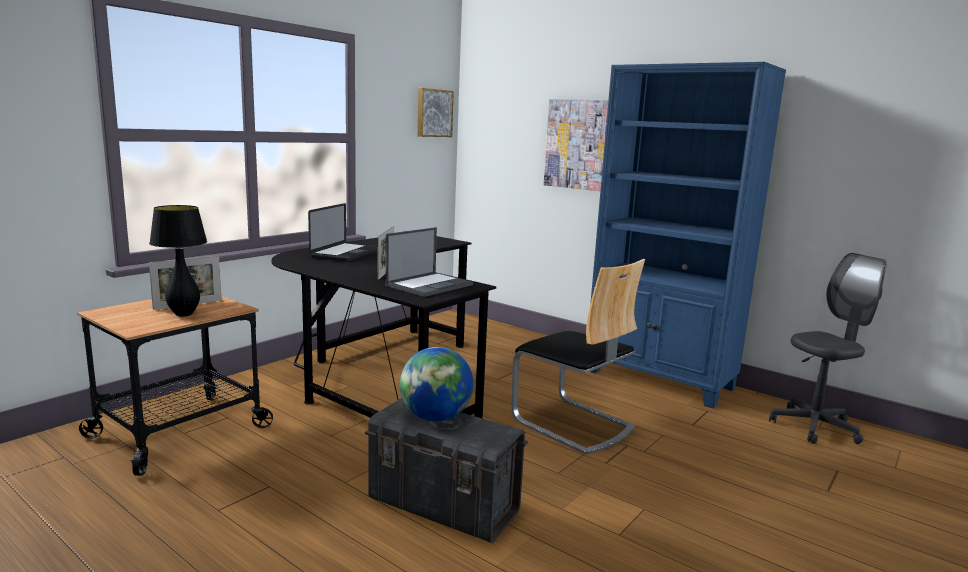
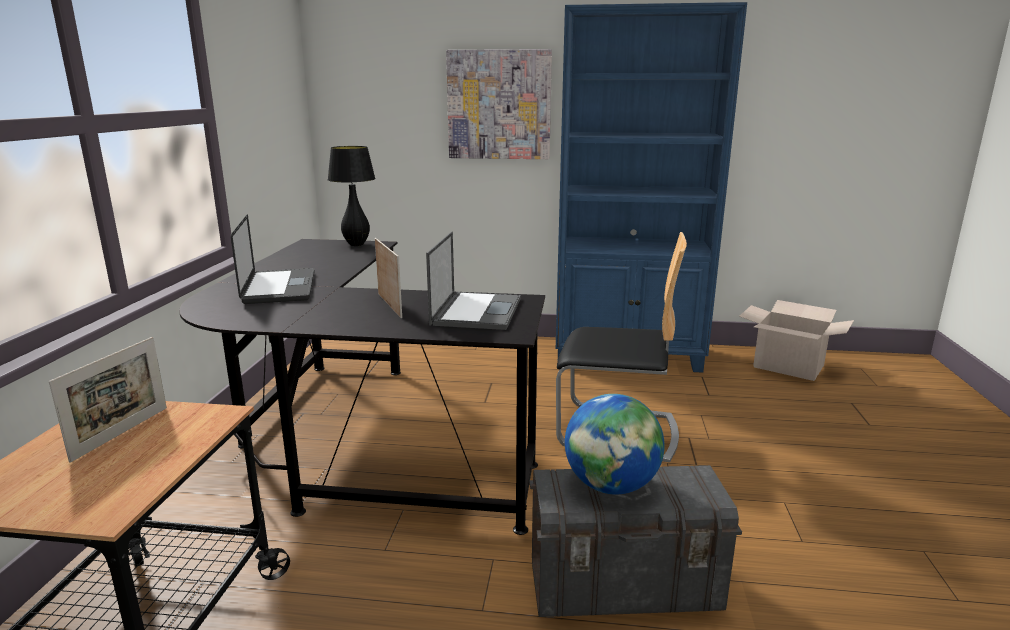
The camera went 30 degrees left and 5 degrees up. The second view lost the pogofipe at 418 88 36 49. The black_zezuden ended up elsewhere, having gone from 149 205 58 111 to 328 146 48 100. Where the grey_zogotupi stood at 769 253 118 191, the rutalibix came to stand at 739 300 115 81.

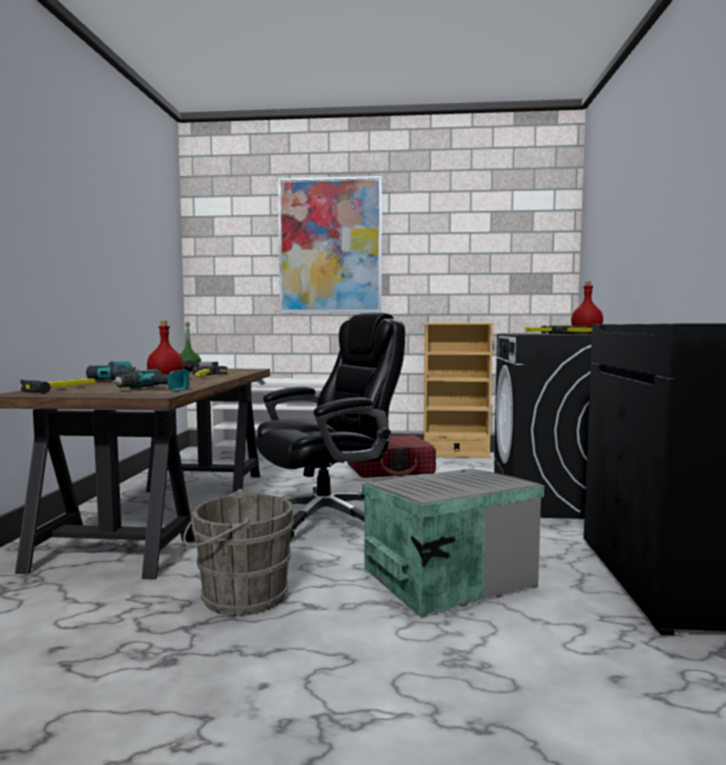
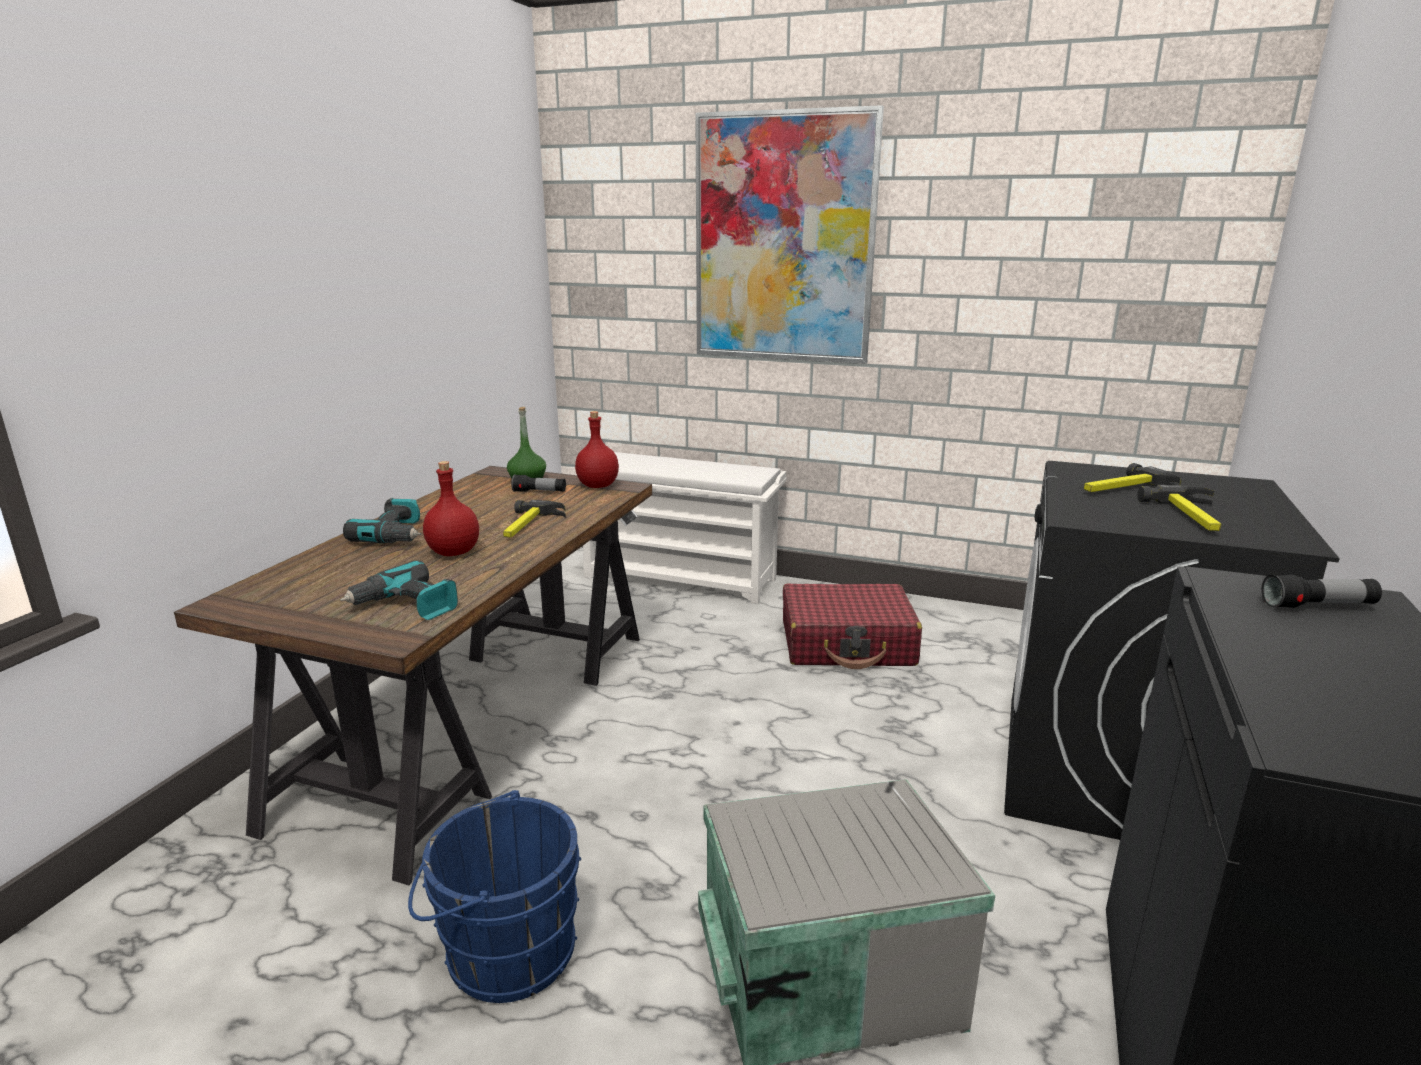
The camera went 15 degrees right and 15 degrees up. The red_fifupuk ended up elsewhere, having gone from 571 282 32 52 to 575 411 44 77. The second view lost the black_zogotupi at 256 312 149 230. The second view lost the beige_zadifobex at 424 322 70 136. The second view lost the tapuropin at 21 378 74 15. What was the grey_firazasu at 183 489 111 127 turned into the blue_firazasu at 408 790 173 213. The second view gained the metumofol at 1261 575 121 33.

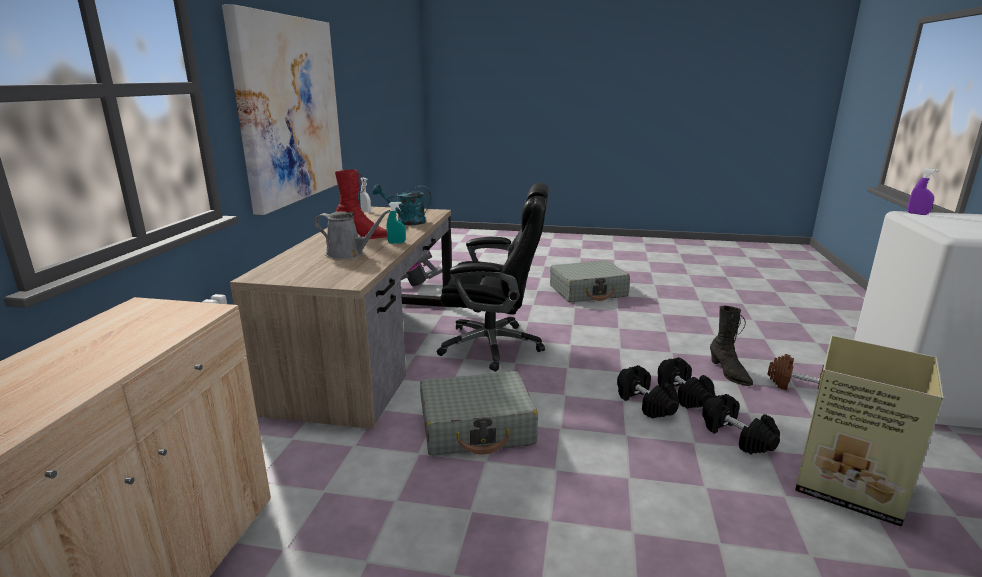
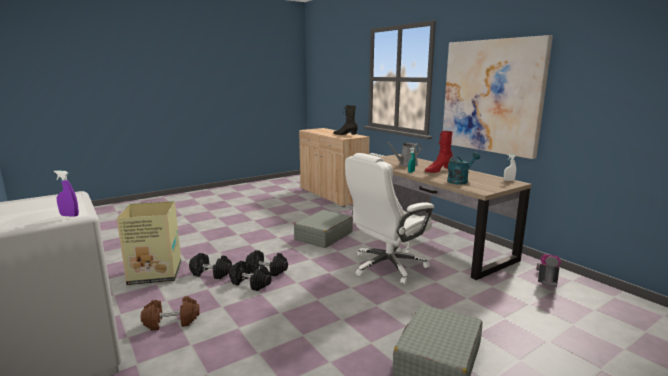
The camera went 135 degrees right and 5 degrees down. What was the black_zogotupi at 437 183 112 189 turned into the white_zogotupi at 345 153 89 131. The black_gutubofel ended up elsewhere, having gone from 710 306 43 80 to 333 105 25 30.

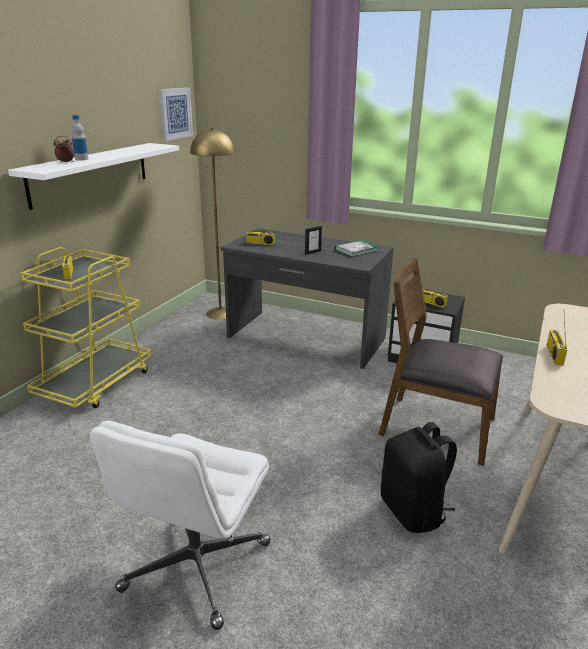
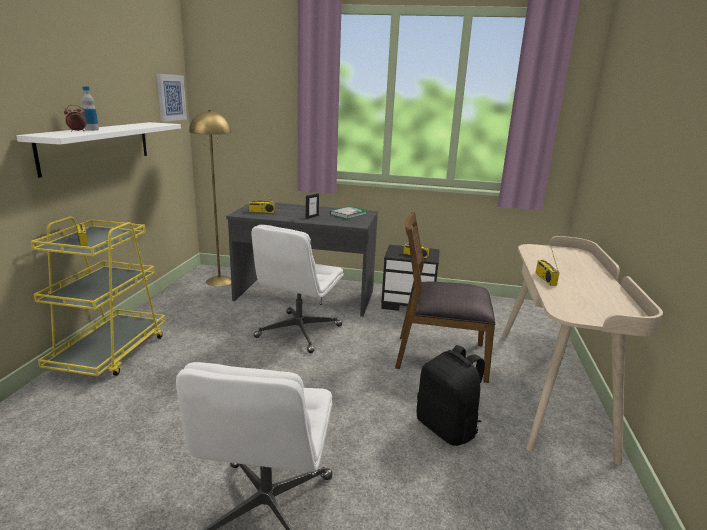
The camera went 15 degrees left and 5 degrees down. The second view gained the white_zogotupi at 251 225 93 128.

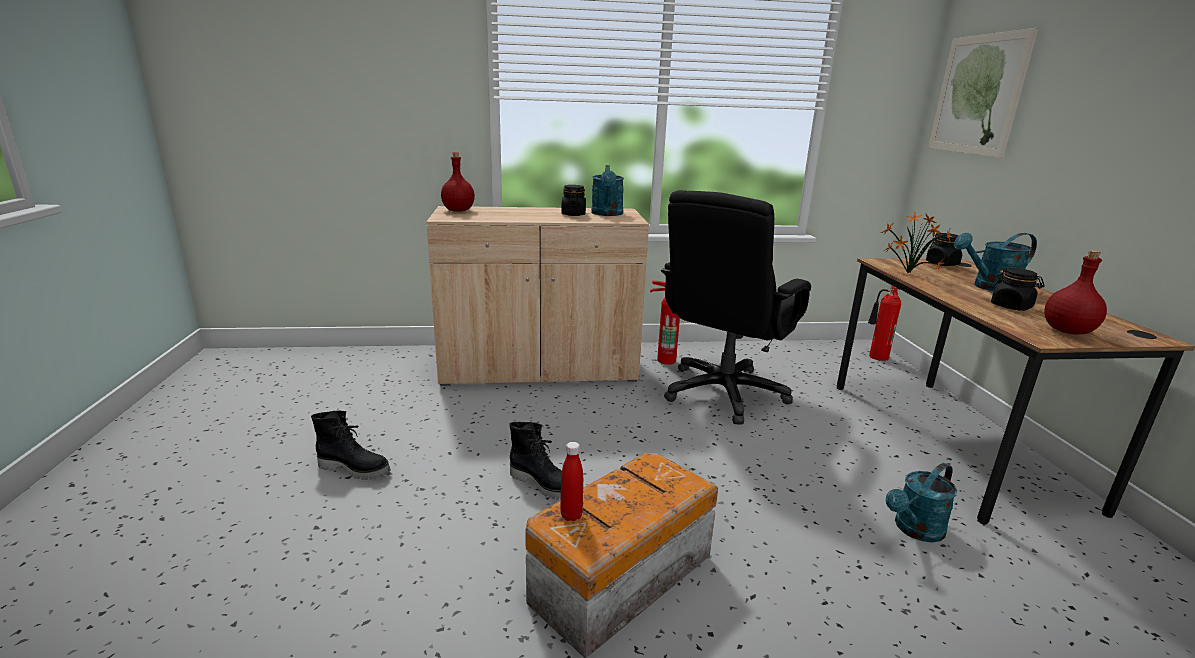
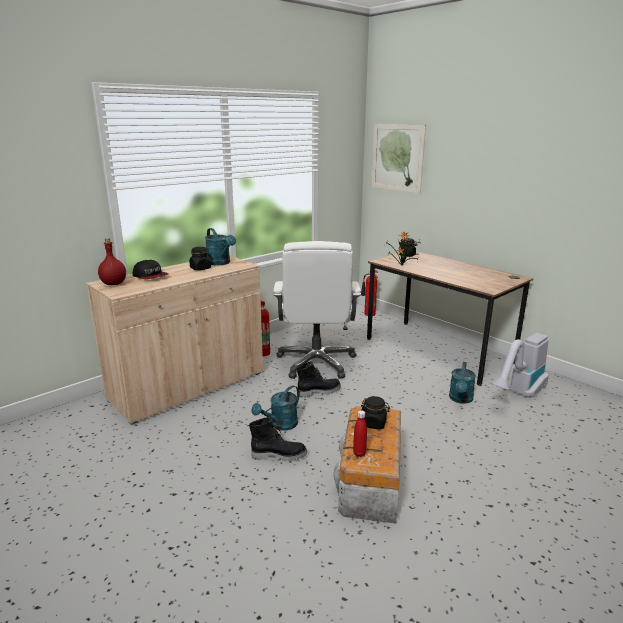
The camera went 35 degrees left and 0 degrees up. What was the black_zogotupi at 661 190 150 234 turned into the white_zogotupi at 273 241 88 138. The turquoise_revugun ended up elsewhere, having gone from 954 233 83 58 to 252 385 48 46. The second view lost the red_fifupuk at 1045 250 62 85. The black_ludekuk ended up elsewhere, having gone from 991 268 54 43 to 361 396 29 34. The black_gutubofel ended up elsewhere, having gone from 311 410 79 70 to 297 361 44 37. The second view gained the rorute at 133 260 36 19. The second view gained the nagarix at 491 333 58 65.

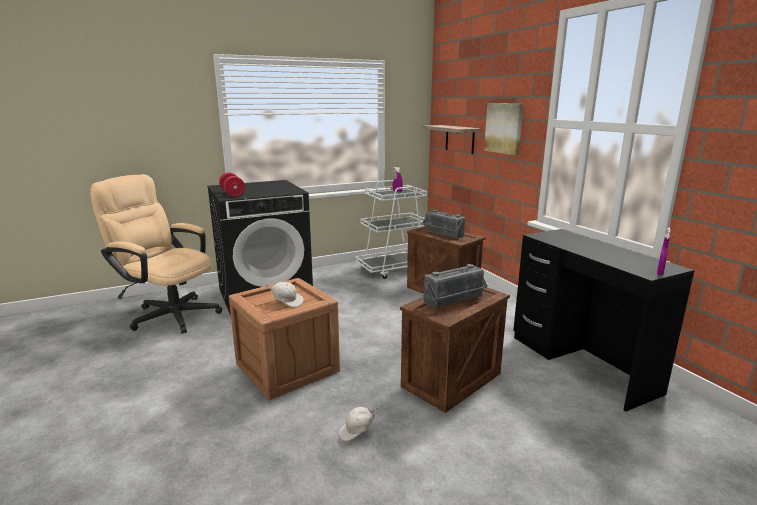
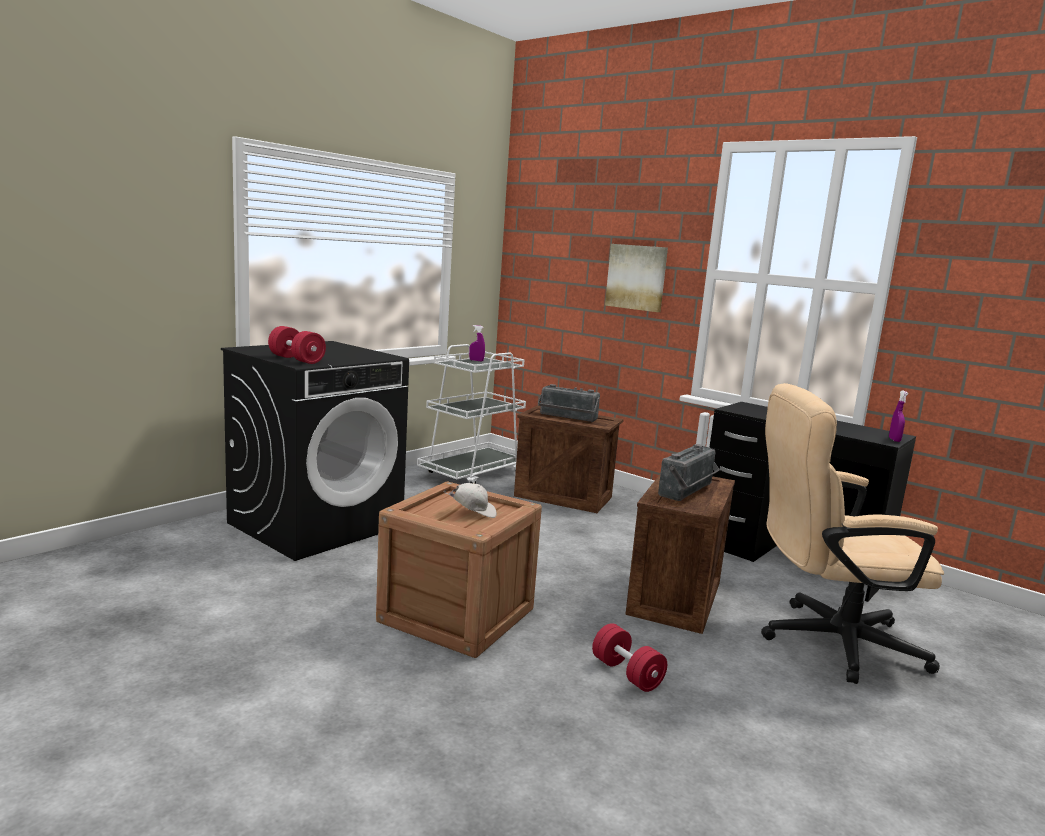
The camera went 25 degrees left and 5 degrees down. The second view lost the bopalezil at 422 125 59 29. The beige_zogotupi ended up elsewhere, having gone from 90 174 132 160 to 761 383 183 301. Where the white_rorute stood at 339 407 39 34, the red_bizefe came to stand at 592 623 75 69.

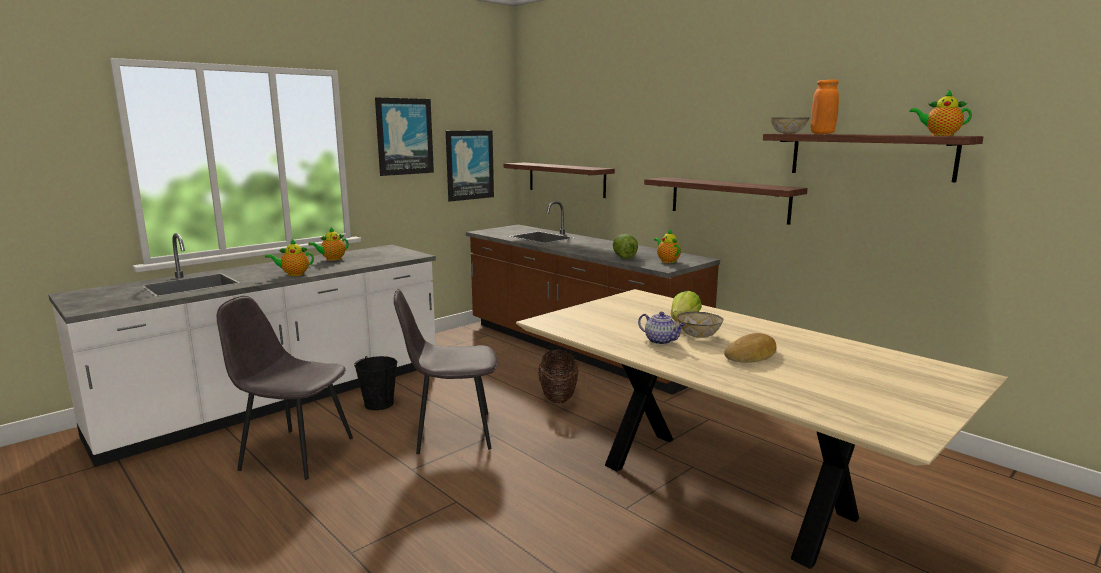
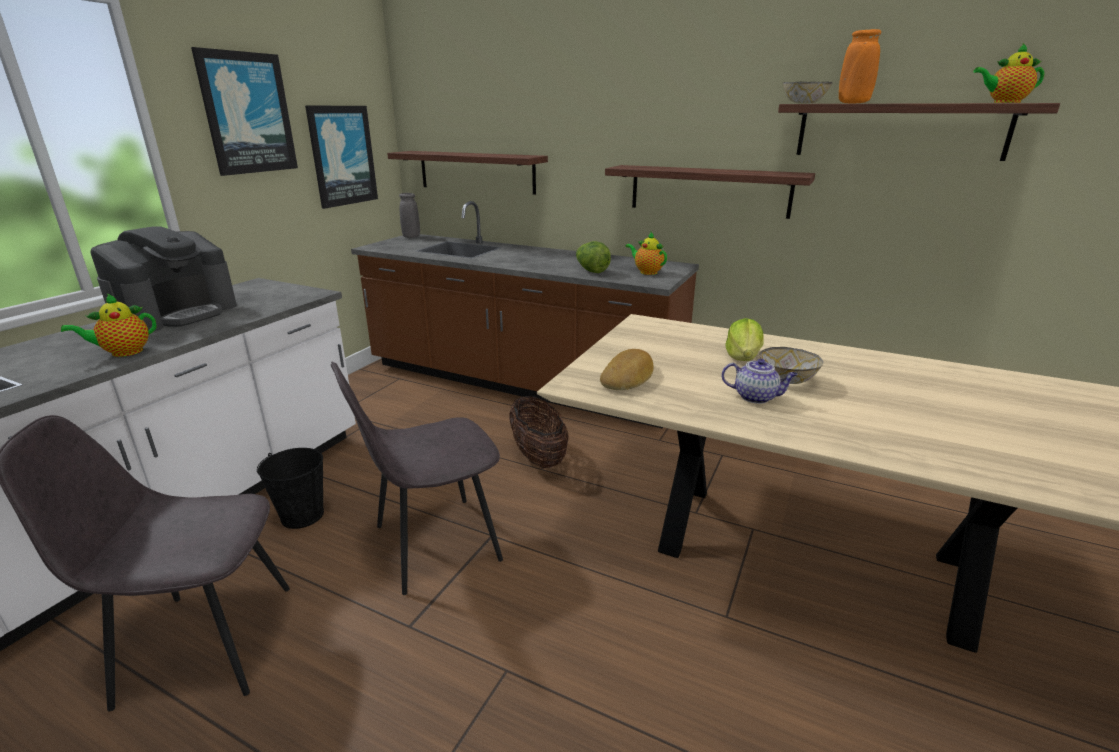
The camera went 20 degrees left and 10 degrees up. Where the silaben stood at 308 227 41 34, the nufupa came to stand at 91 226 146 106. The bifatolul ended up elsewhere, having gone from 724 333 52 30 to 600 349 54 41. The second view gained the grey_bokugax at 399 193 21 45.

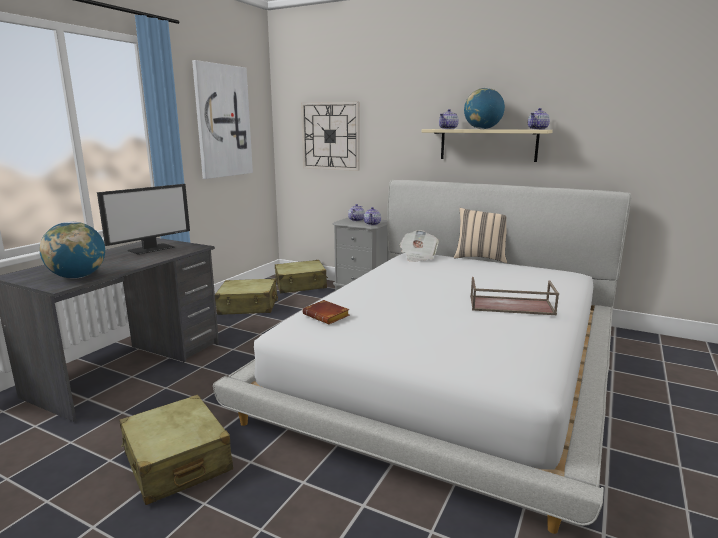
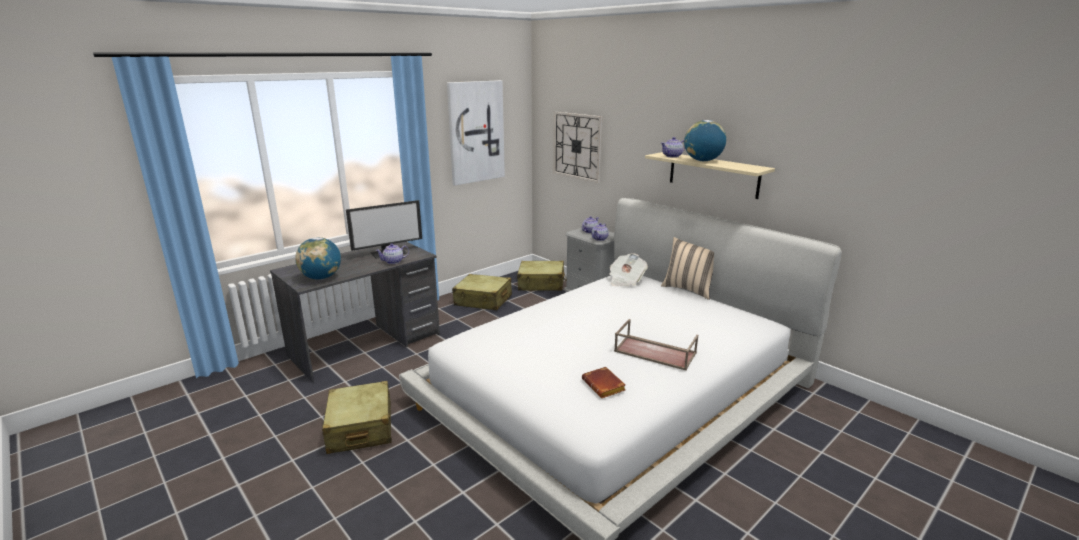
The camera went 20 degrees right and 5 degrees up. The silaben ended up elsewhere, having gone from 528 108 22 22 to 375 243 34 21. The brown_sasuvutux ended up elsewhere, having gone from 302 300 47 24 to 582 367 44 31.

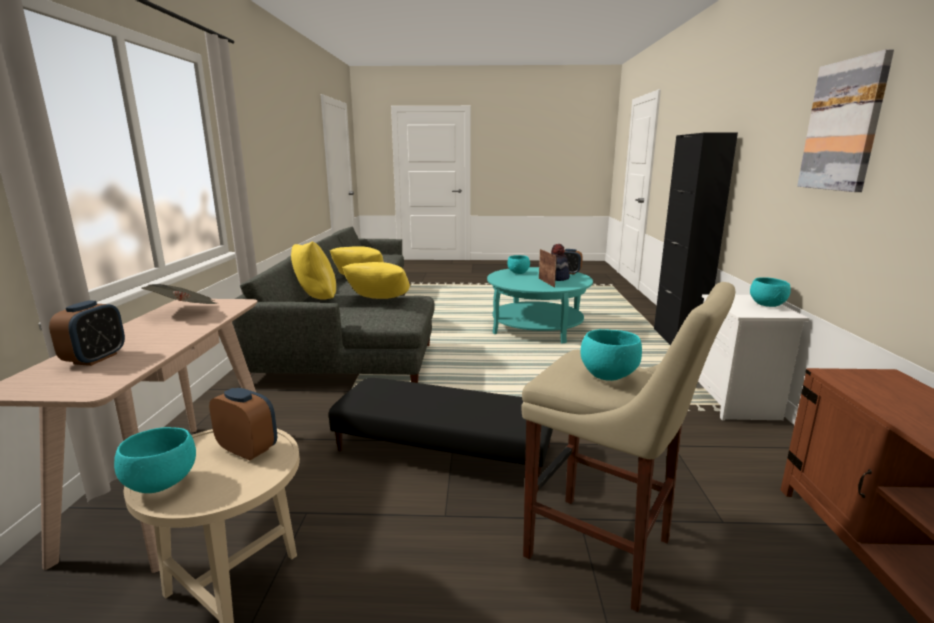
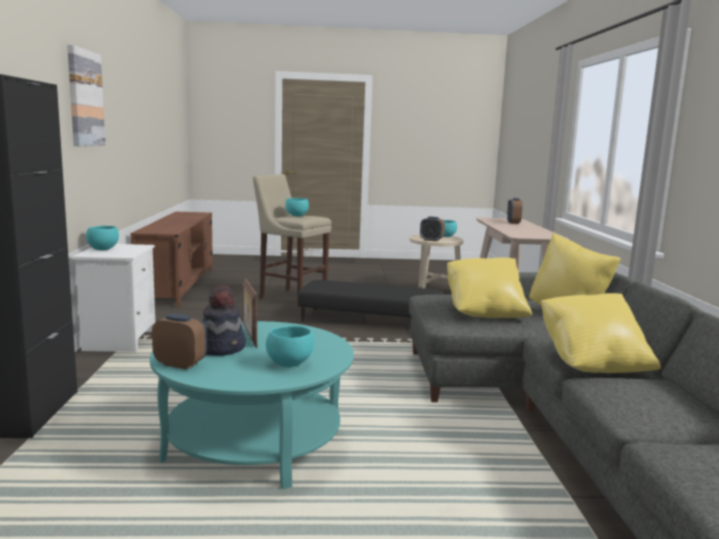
The camera went 175 degrees right and 5 degrees down. The second view lost the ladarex at 141 284 76 20.

